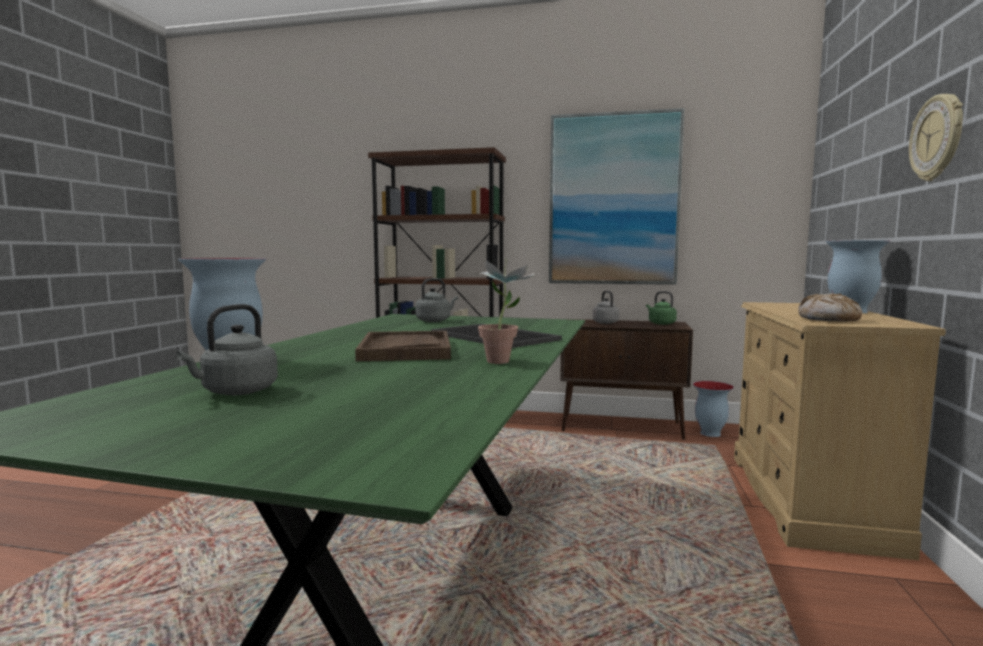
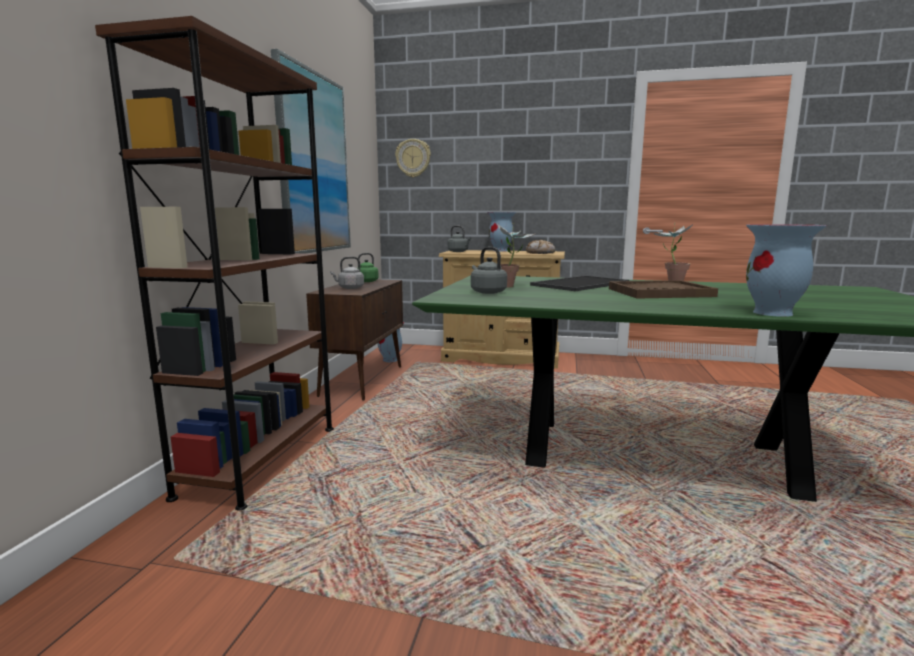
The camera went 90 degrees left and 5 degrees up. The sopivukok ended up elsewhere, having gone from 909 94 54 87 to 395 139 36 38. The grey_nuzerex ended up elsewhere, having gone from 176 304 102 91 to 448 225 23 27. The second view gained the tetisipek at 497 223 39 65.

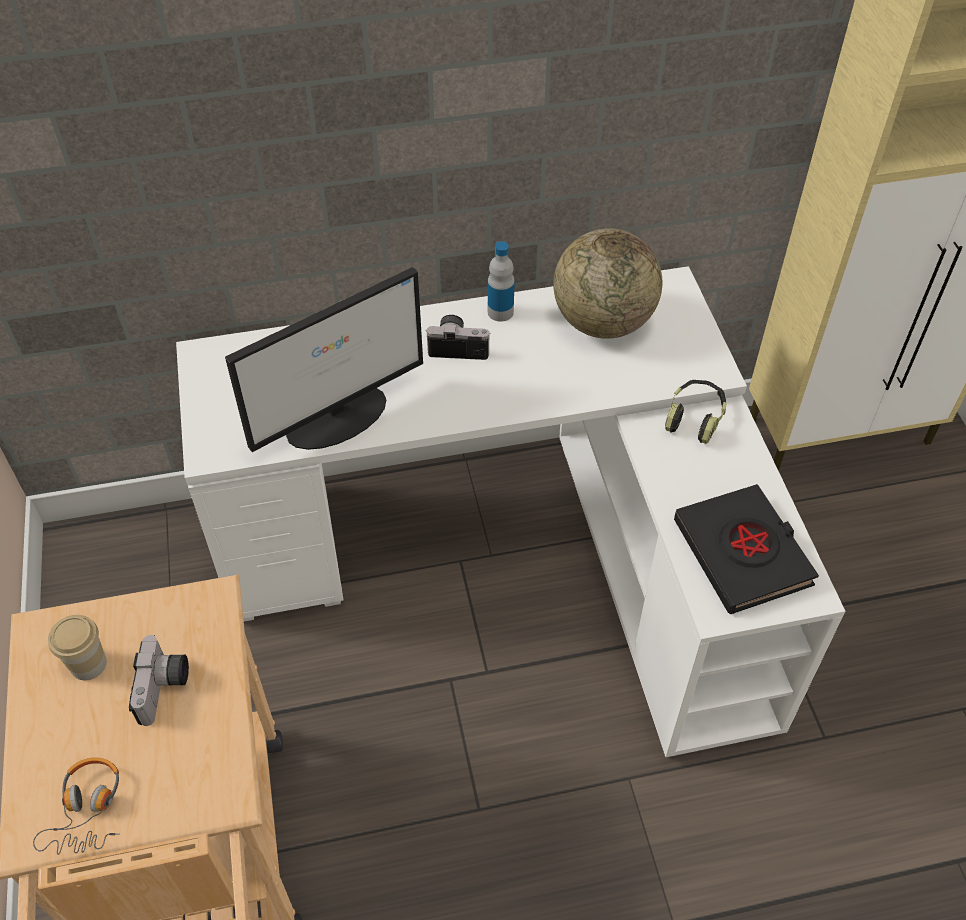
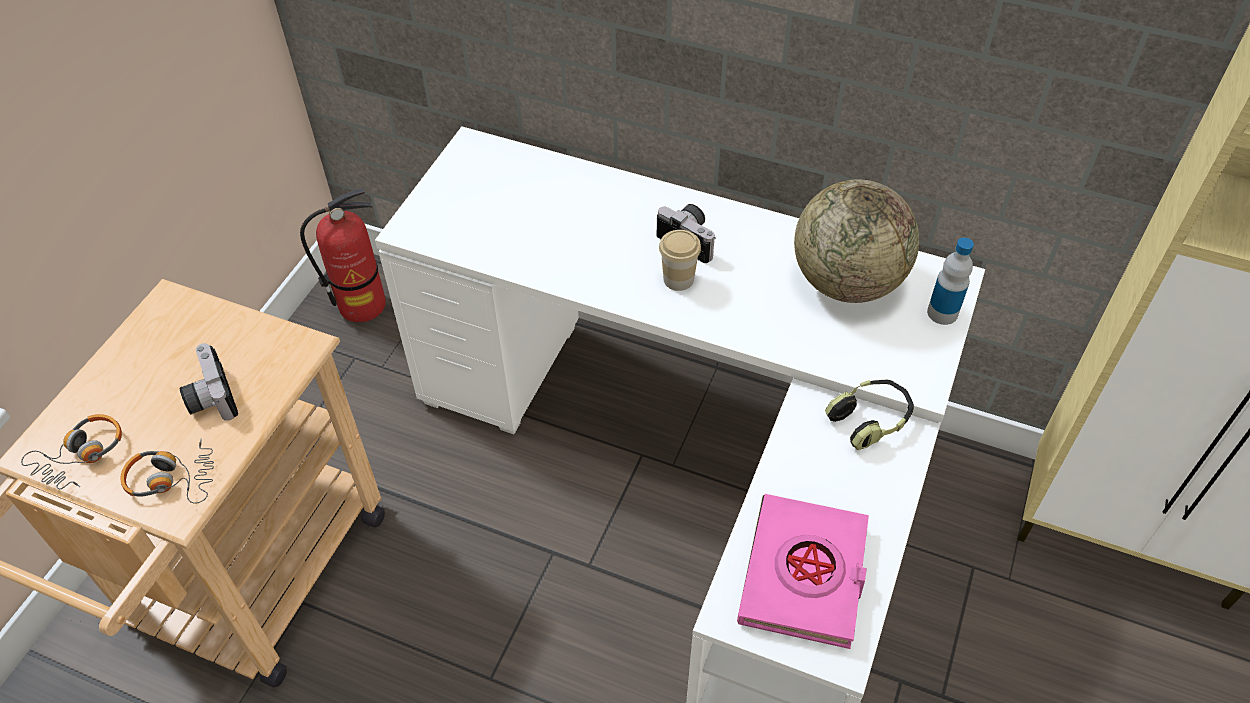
The camera went 35 degrees right and 0 degrees up. The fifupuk ended up elsewhere, having gone from 488 241 27 81 to 927 237 47 88. The second view lost the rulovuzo at 225 267 198 185. What was the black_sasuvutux at 674 484 145 130 turned into the pink_sasuvutux at 737 494 132 155. The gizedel ended up elsewhere, having gone from 48 615 59 65 to 659 230 42 61. The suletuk at 129 635 60 91 ended up facing another way, 120 degrees clockwise from before. The second view gained the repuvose at 300 188 86 134. The second view gained the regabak at 121 439 93 65.

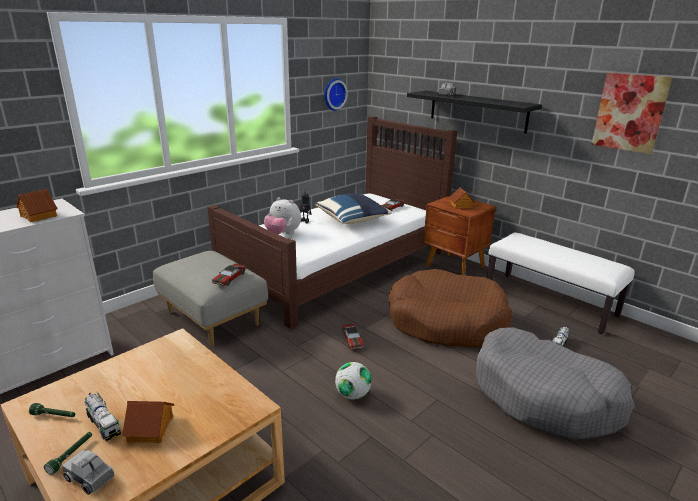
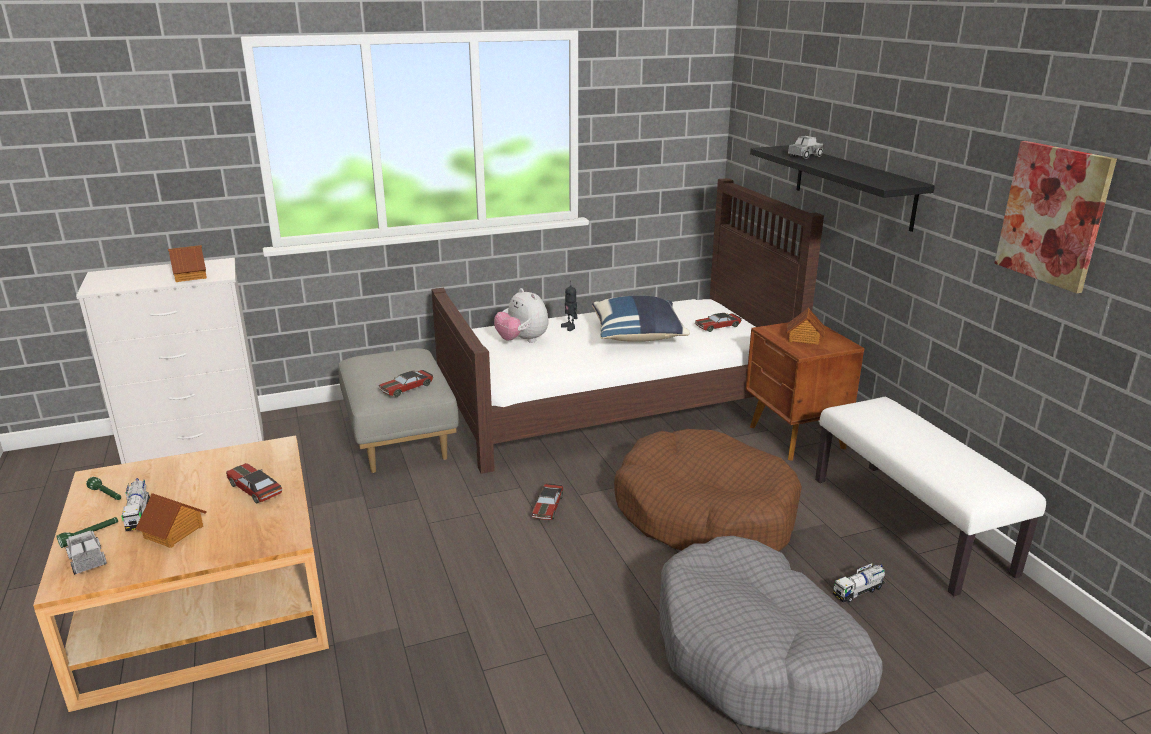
The camera went 25 degrees right and 0 degrees up. The second view lost the sopivukok at 324 78 24 33. The second view lost the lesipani at 335 362 37 38. The second view gained the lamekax at 226 463 57 40.

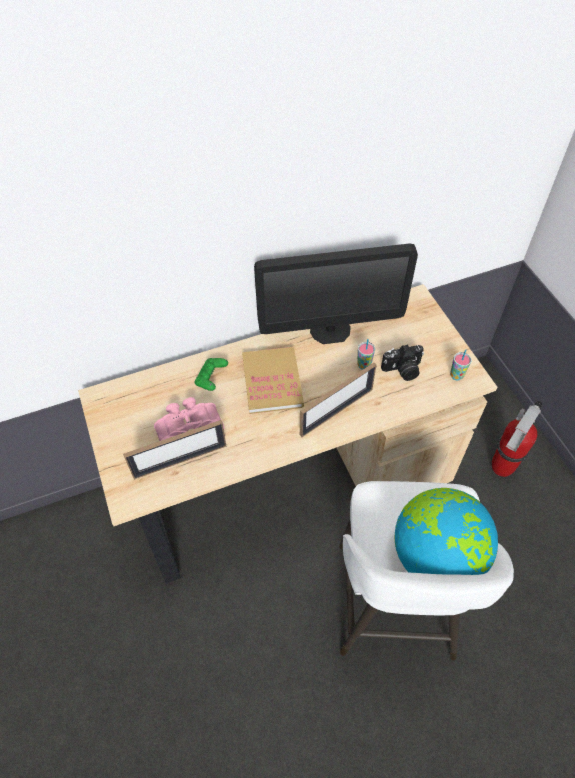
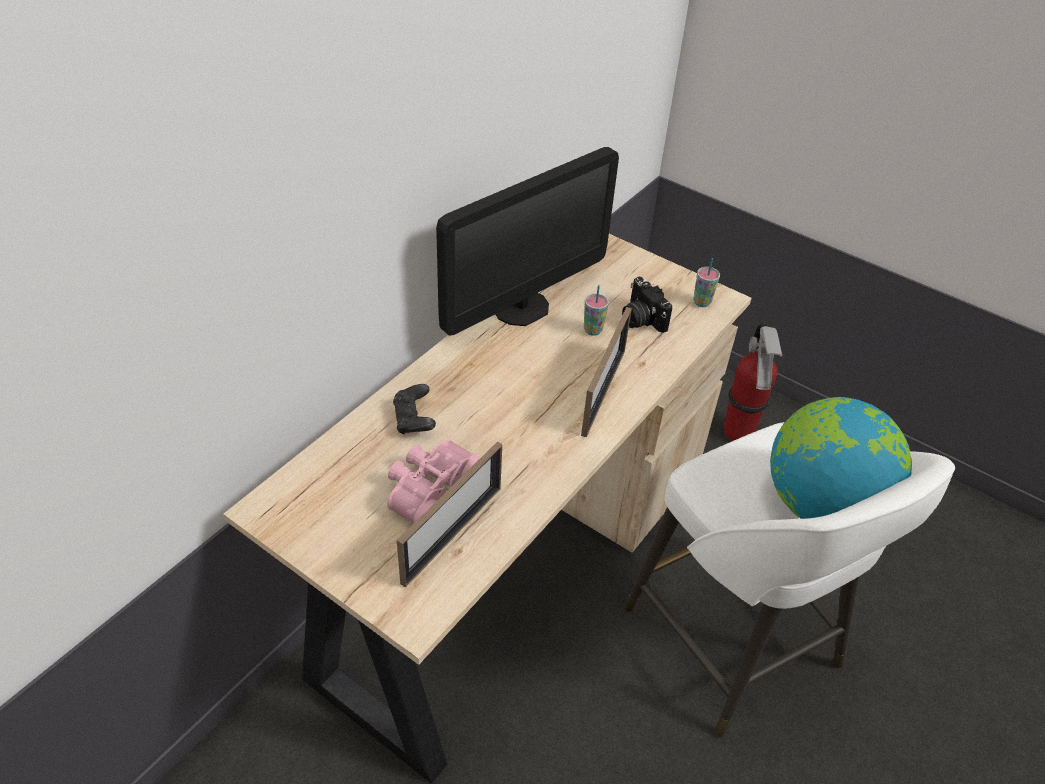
The camera went 35 degrees left and 10 degrees down. The suletuk at 381 344 43 37 ended up facing another way, 105 degrees clockwise from before. The second view lost the sasuvutux at 242 347 62 67. What was the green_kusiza at 194 358 34 33 turned into the black_kusiza at 393 384 43 51.

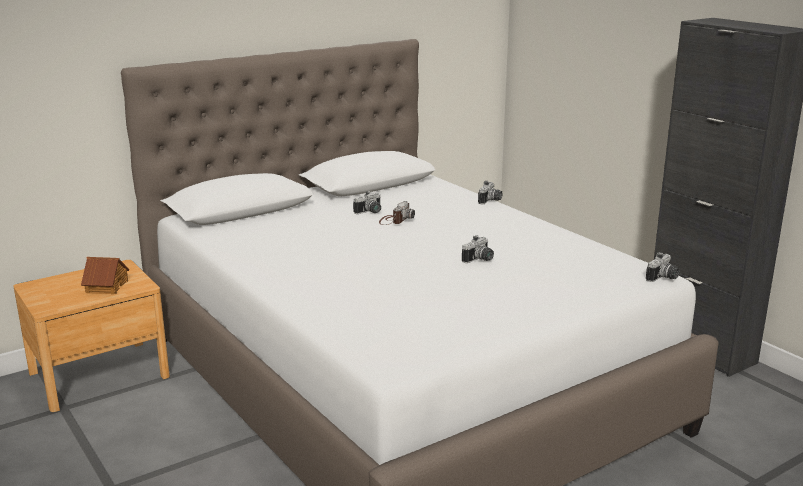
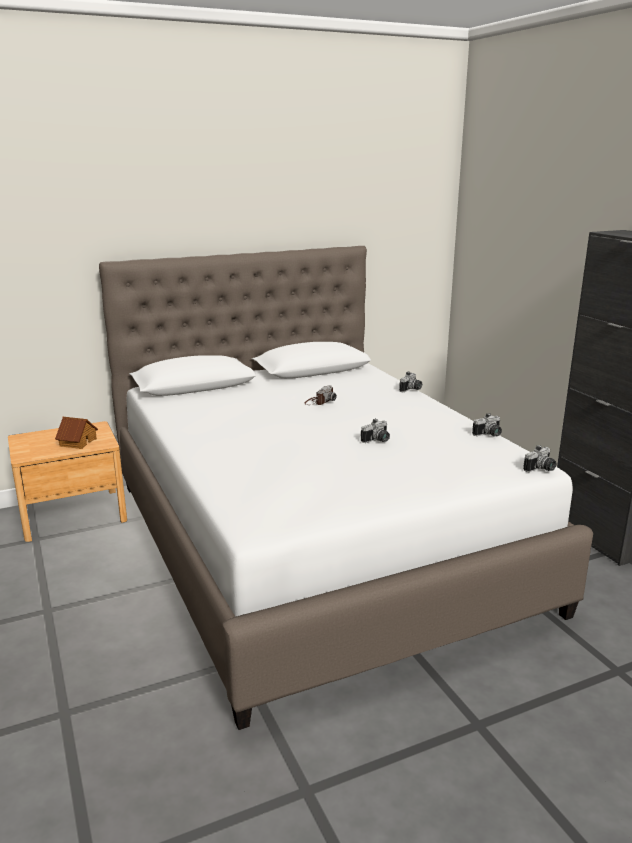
The camera went 10 degrees right and 0 degrees up. The suletuk ended up elsewhere, having gone from 353 191 28 23 to 472 413 30 24.

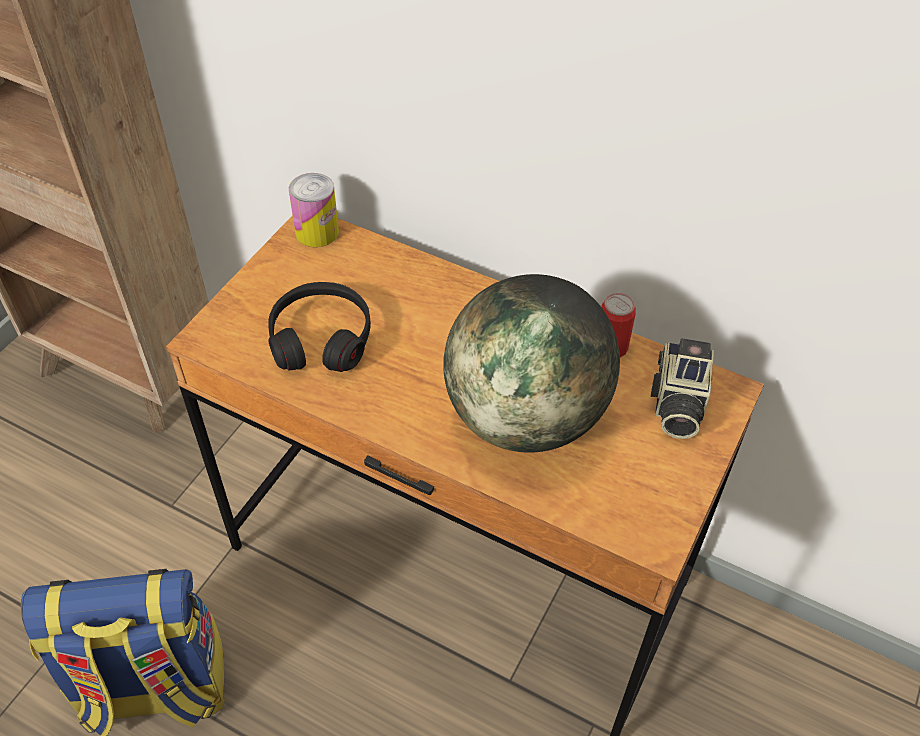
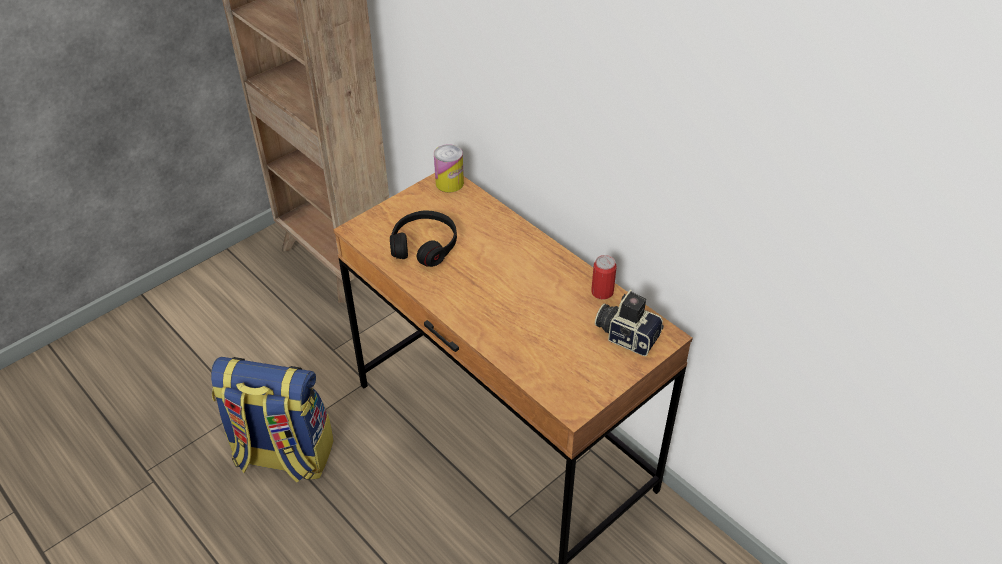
The camera went 20 degrees right and 5 degrees down. The second view lost the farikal at 443 274 177 179. The suletuk at 651 338 63 101 ended up facing another way, 90 degrees clockwise from before.

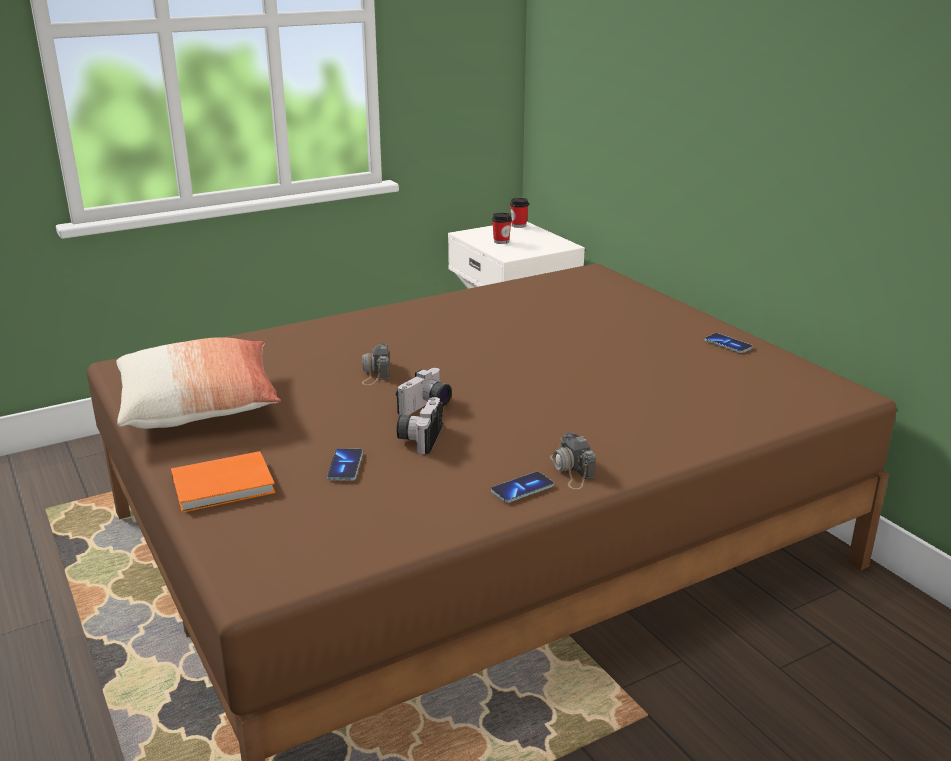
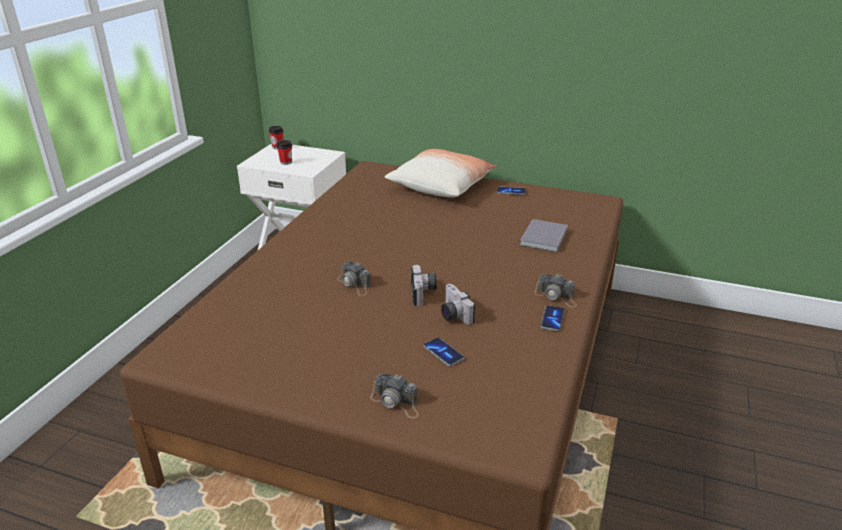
The camera went 40 degrees left and 5 degrees up. The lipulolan ended up elsewhere, having gone from 116 337 165 92 to 385 149 112 49. Where the orange_sasuvutux stood at 171 451 105 62, the suletuk came to stand at 370 374 49 44. The second view gained the grey_sasuvutux at 520 219 48 34.

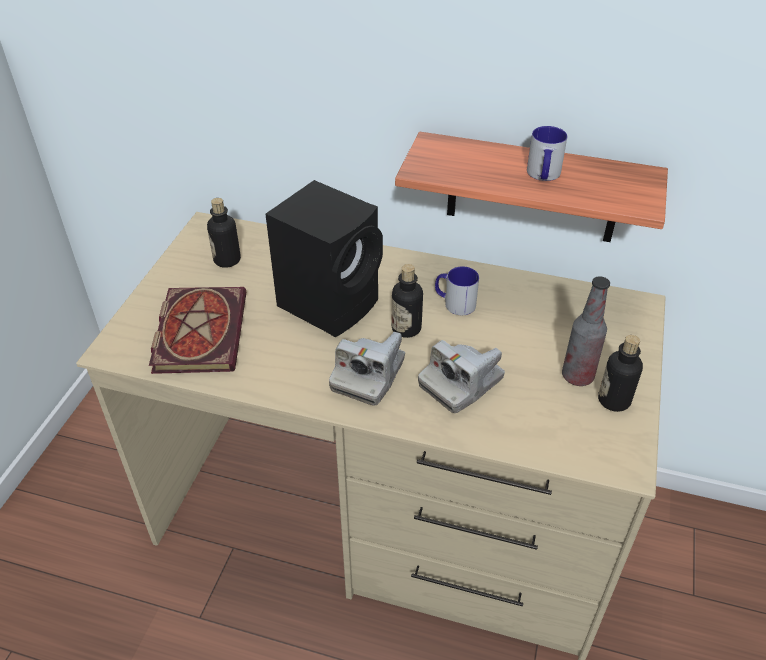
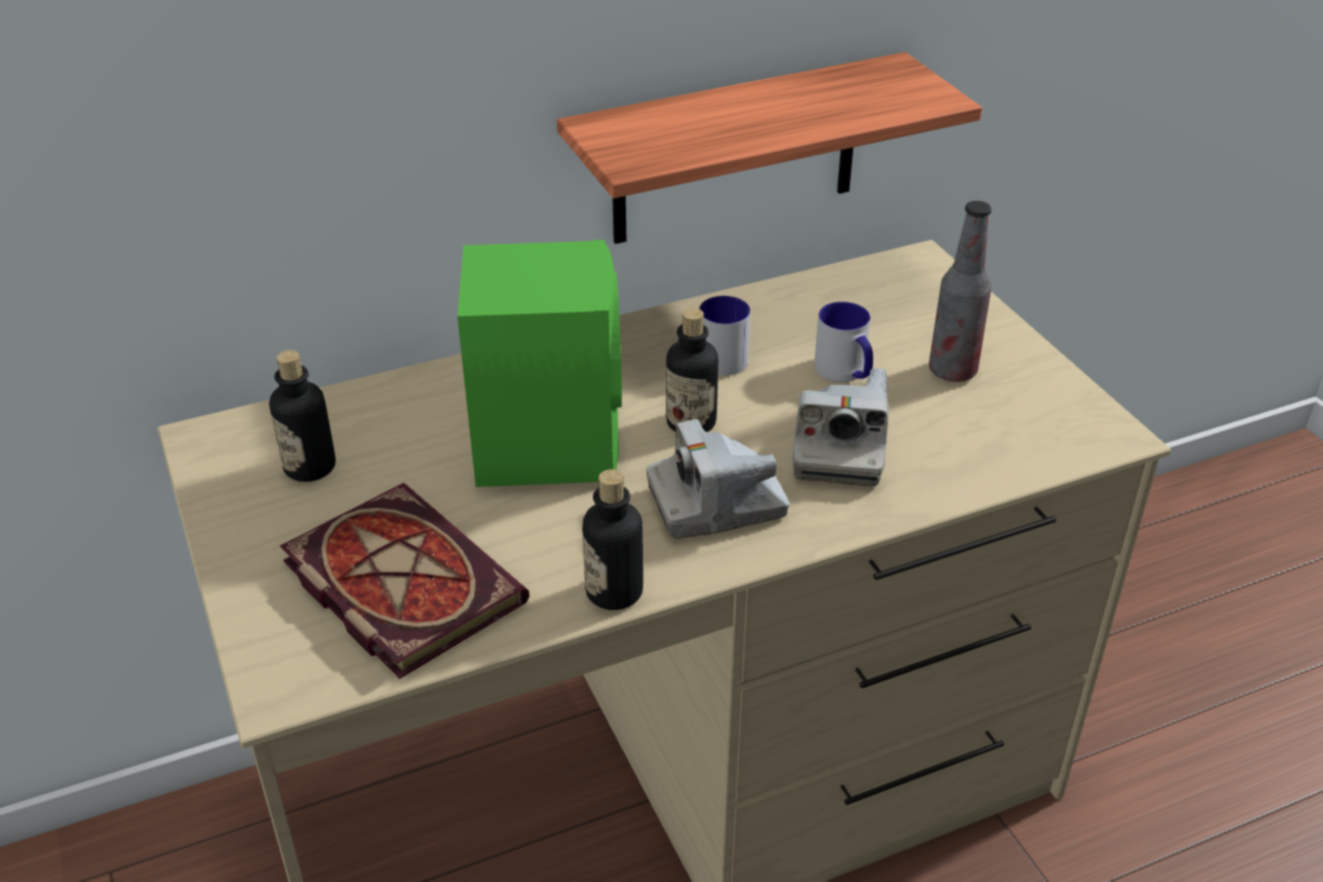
The camera went 40 degrees left and 5 degrees down. The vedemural ended up elsewhere, having gone from 527 126 40 55 to 814 302 59 80. What was the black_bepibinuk at 265 180 118 157 turned into the green_bepibinuk at 457 240 165 247. The suletuk at 329 332 76 74 ended up facing another way, 90 degrees clockwise from before. The fifupuk ended up elsewhere, having gone from 598 335 45 77 to 582 469 61 141.

